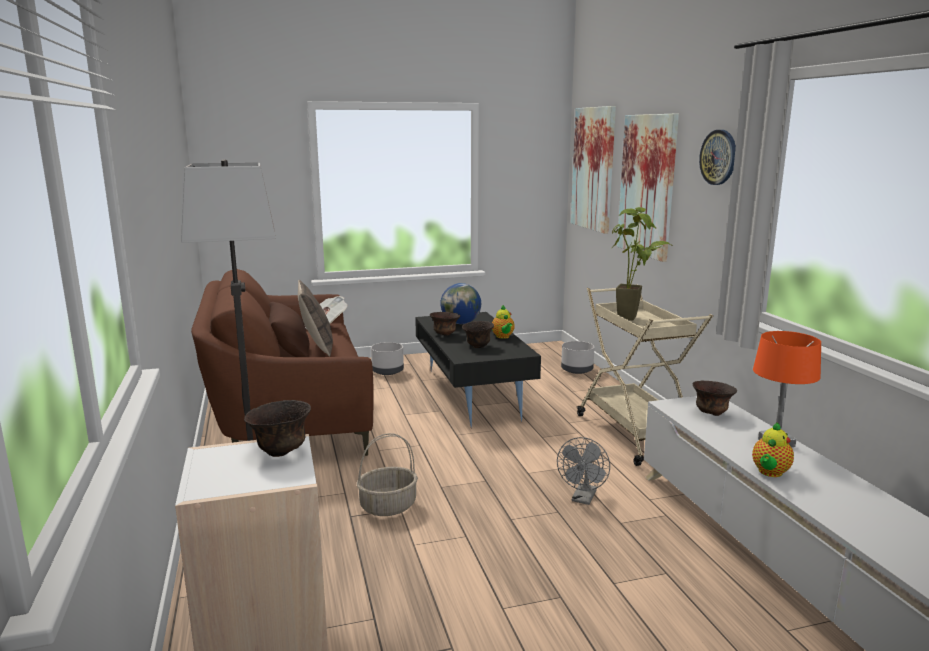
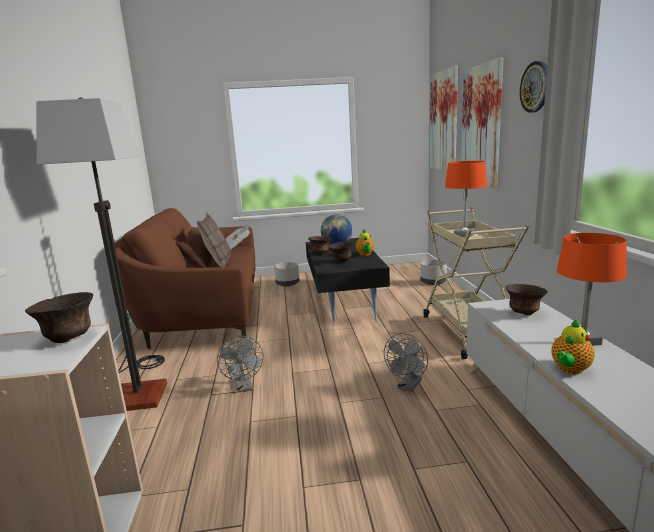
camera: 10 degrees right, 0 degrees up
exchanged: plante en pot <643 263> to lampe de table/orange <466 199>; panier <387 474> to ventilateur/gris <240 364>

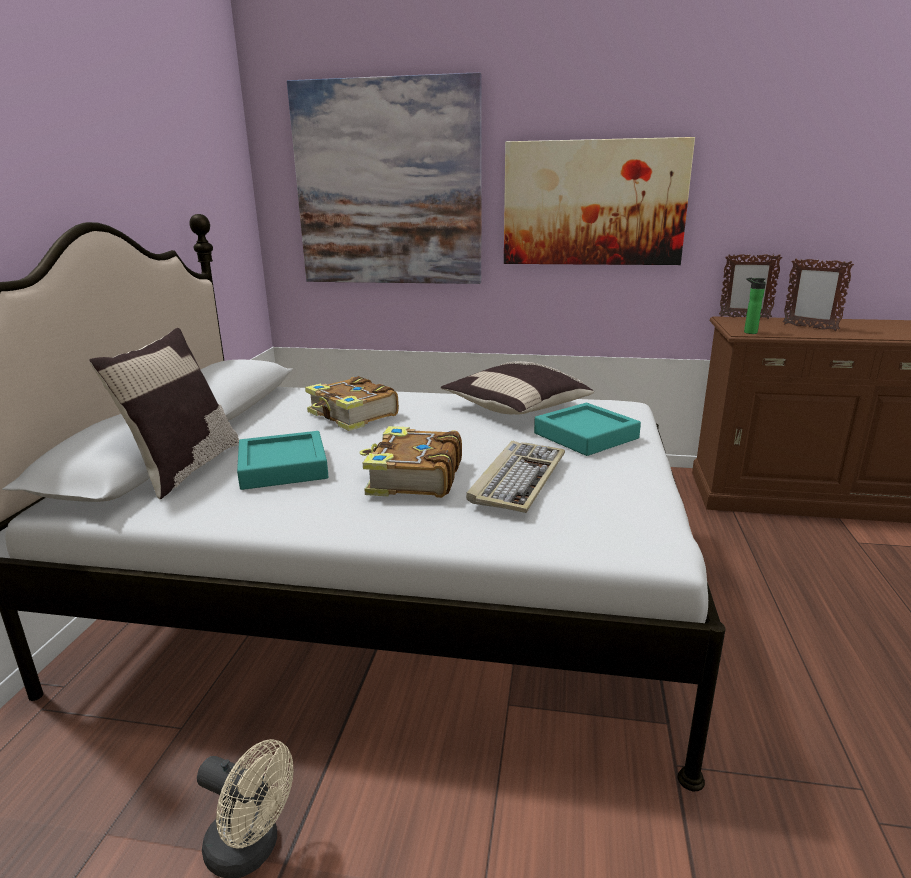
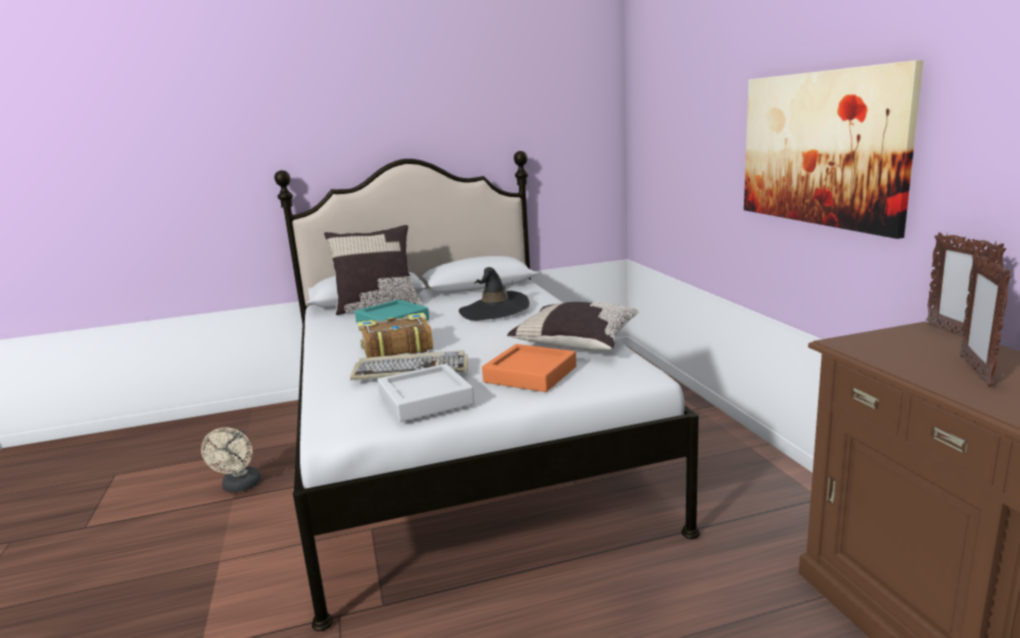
camera: 65 degrees right, 5 degrees down
missing: tableau <384 178>; bouteille <755 306>
appeared: plateau/gris <426 393>
exchanged: livre <352 403> to chapeau/noir <494 294>
colour: plateau/turquoise <587 429> to plateau/orange <529 368>

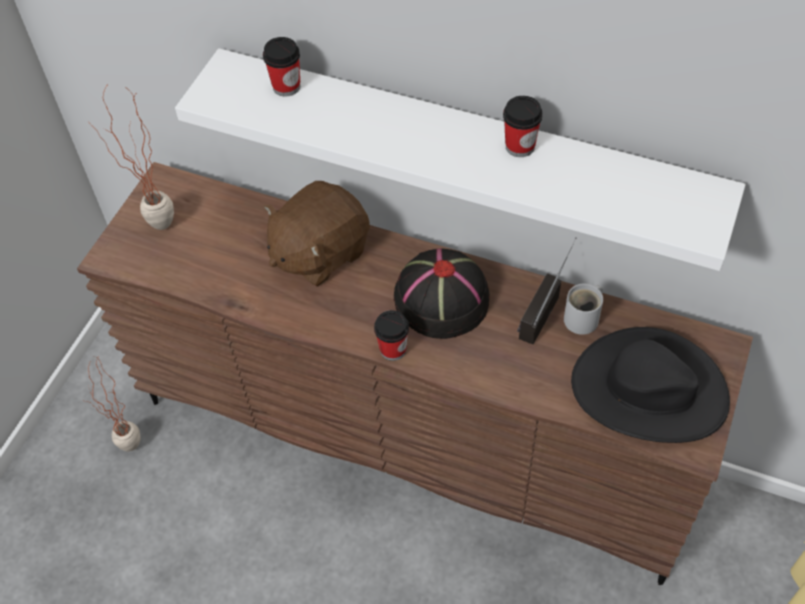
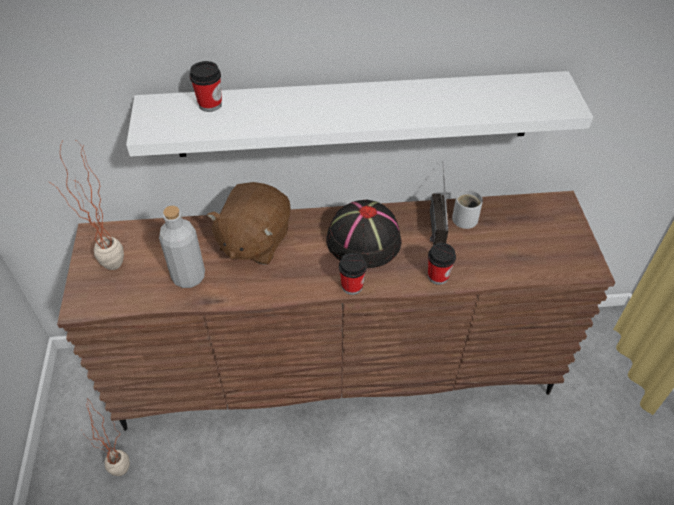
camera: 30 degrees left, 5 degrees down
missing: chapeau/noir <650 385>
appeared: bouteille/gris <182 247>
relocated: tasse <523 126> to <442 264>

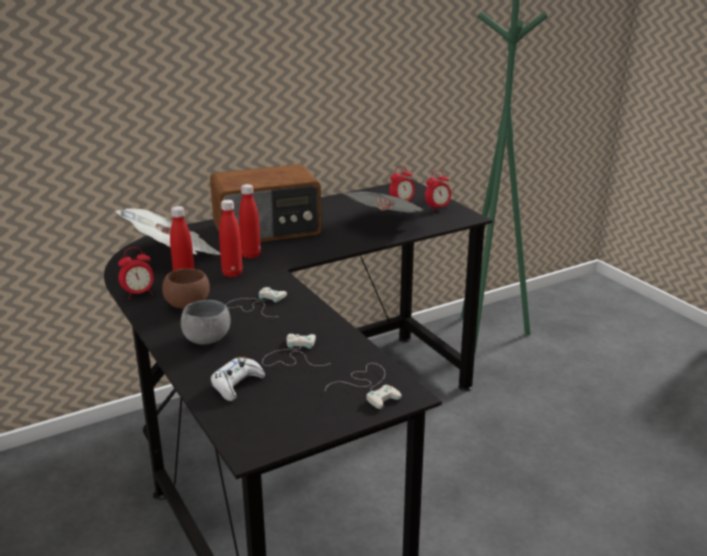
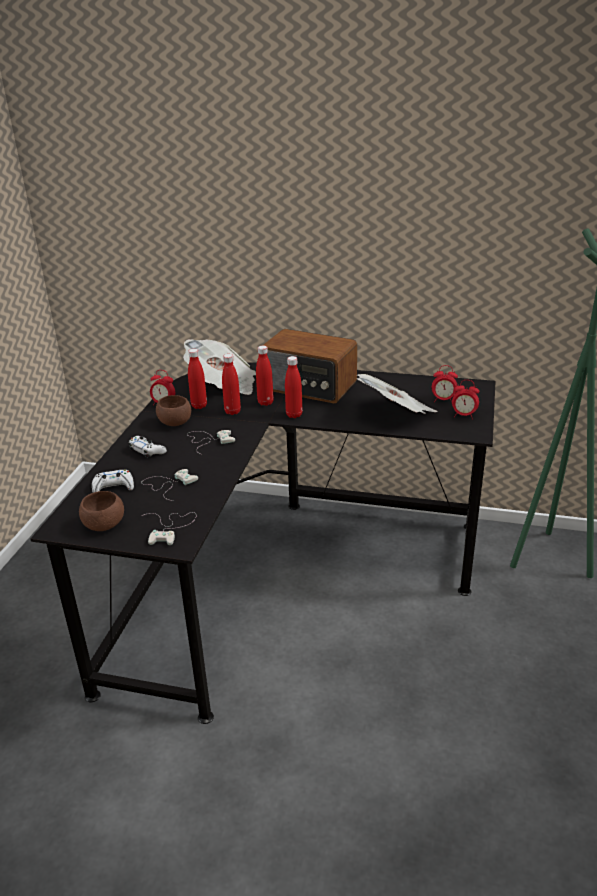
camera: 45 degrees right, 5 degrees up
appeared: bouteille/rouge <294 387>; bol/marron <101 511>
exchanged: bol/gris <206 322> to manette/blanc <148 447>

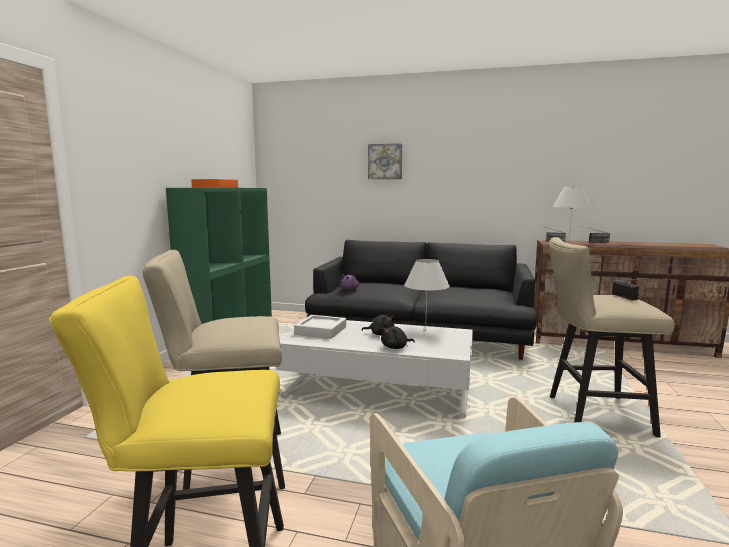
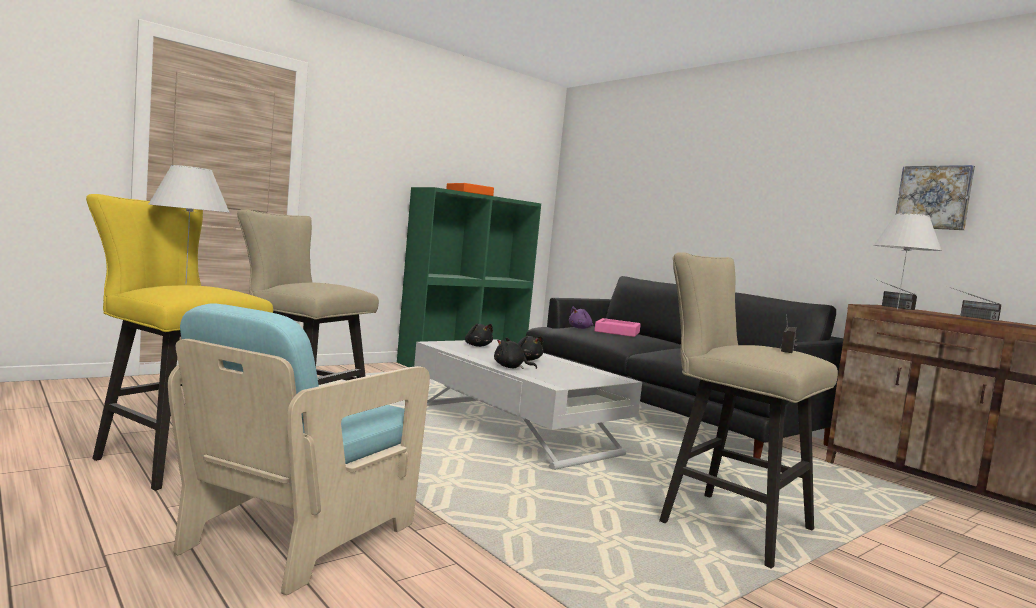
camera: 35 degrees right, 5 degrees down
appeared: plateau/rose <617 327>
relocated: tableau <385 161> to <935 197>; lampe de table/blanc <427 295> to <188 224>
exchanged: plateau/gris <320 327> to peluche/noir <479 335>

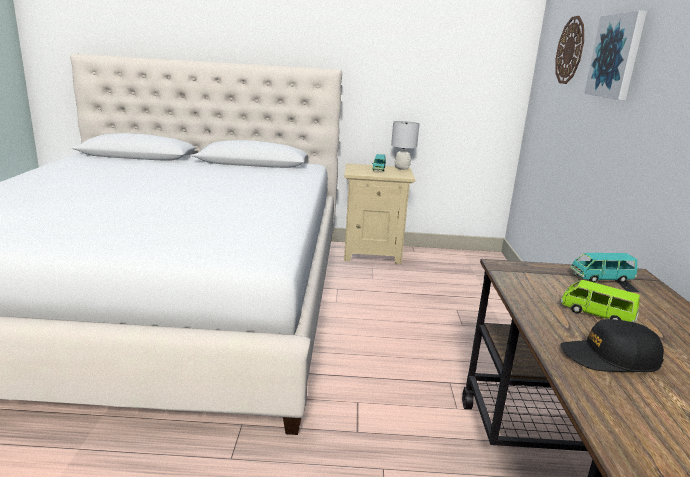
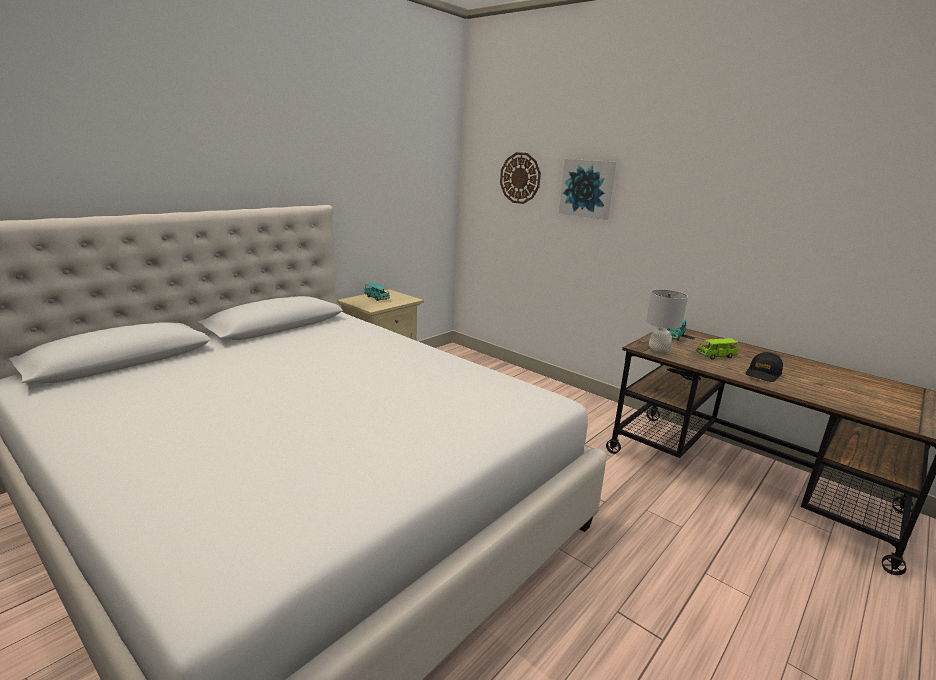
camera: 50 degrees left, 0 degrees up
relocated: lampe de table/gris <405 145> to <667 322>

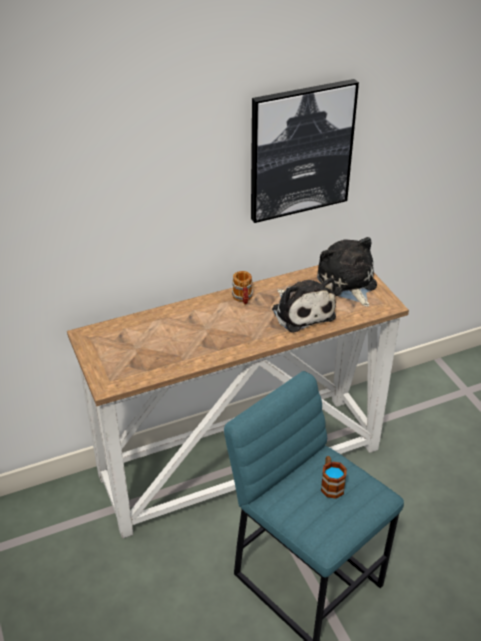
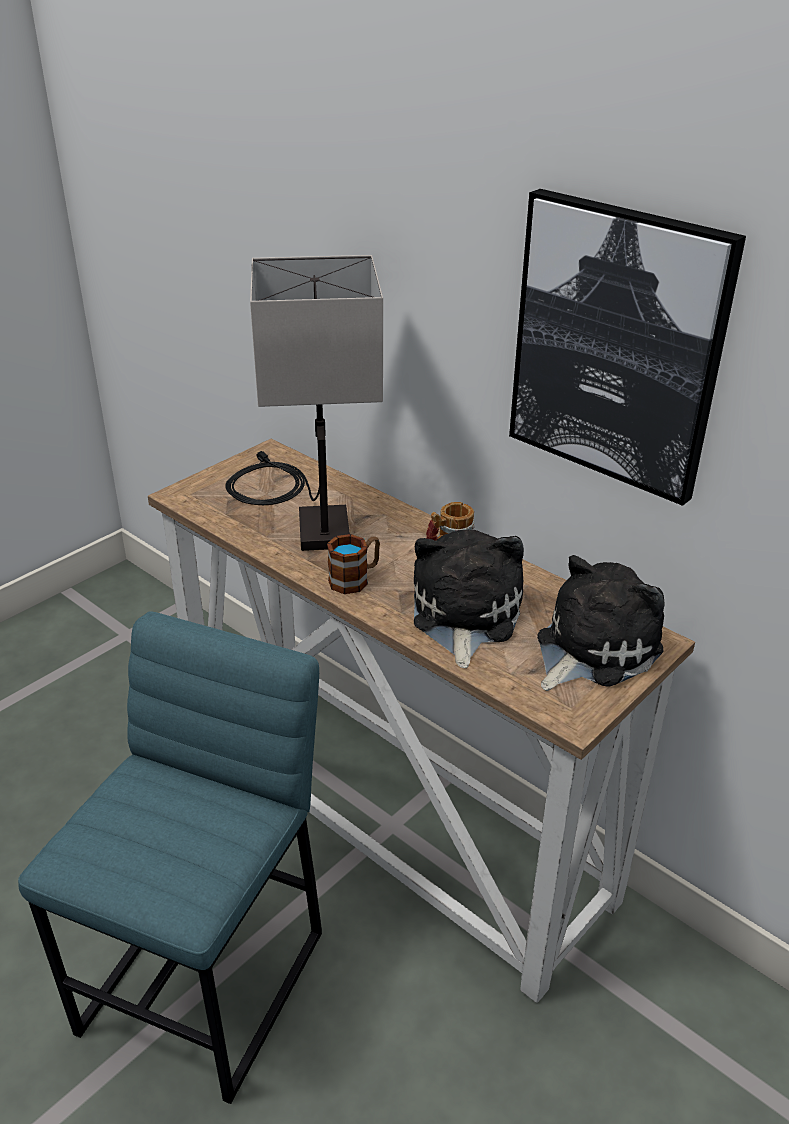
camera: 65 degrees right, 5 degrees down
appeared: lampe de table <304 403>
relocated: mug <334 477> to <353 564>
spun: peluche <304 305> = <469 599> 150 degrees clockwise

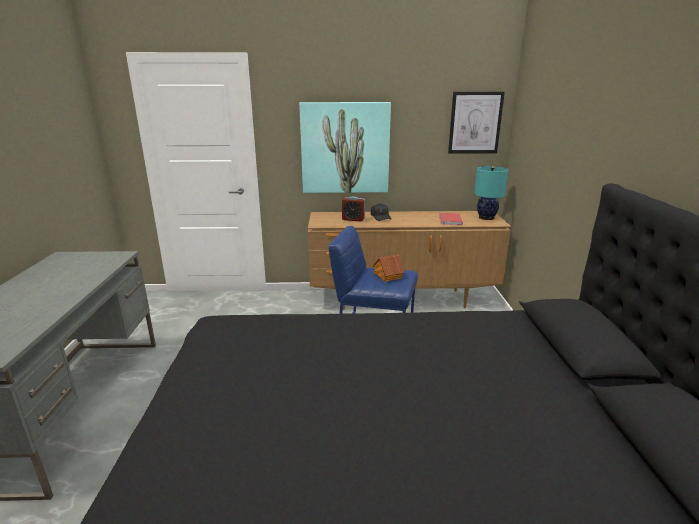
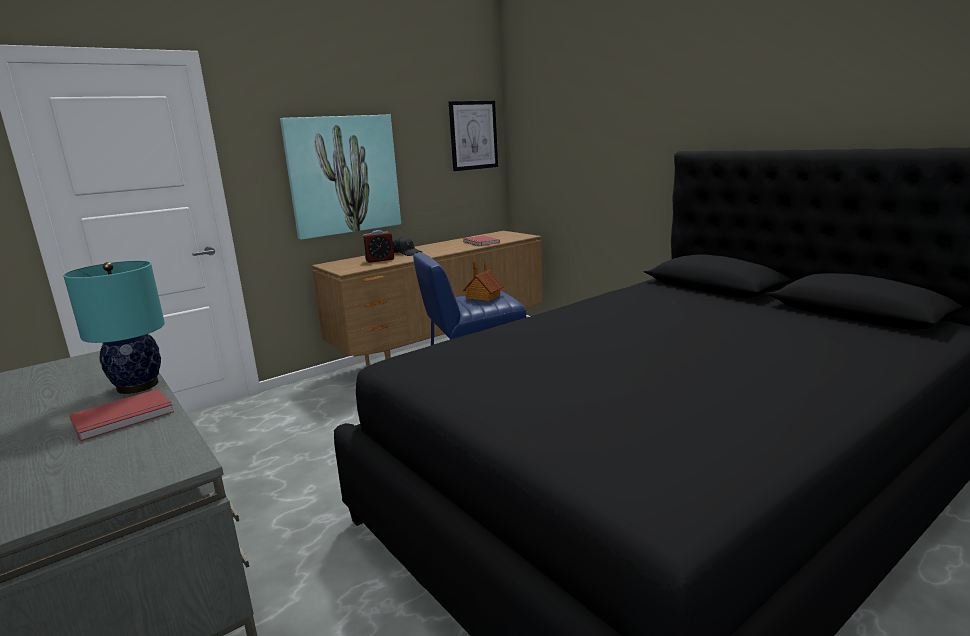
camera: 35 degrees left, 5 degrees down
appeared: livre/rouge <121 415>
relocated: lampe de table/turquoise <491 193> to <114 327>

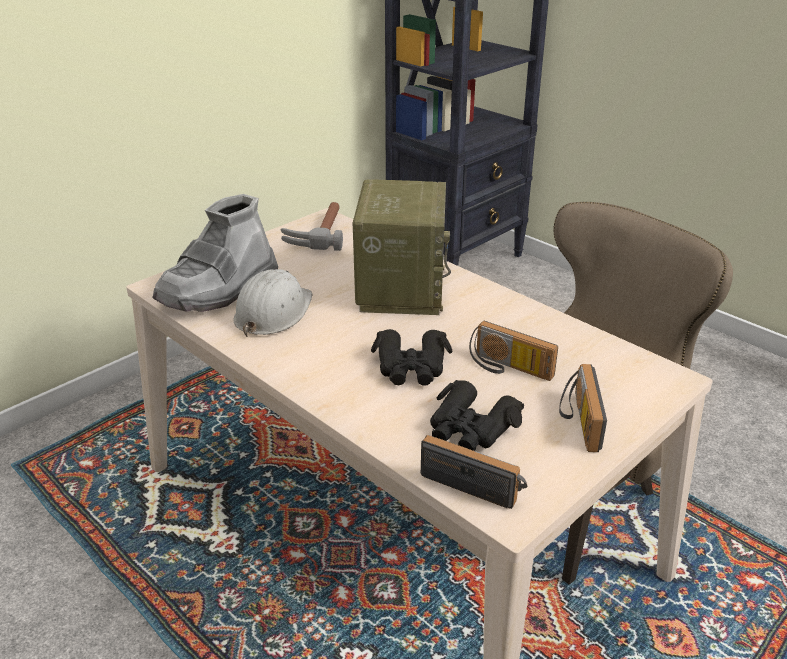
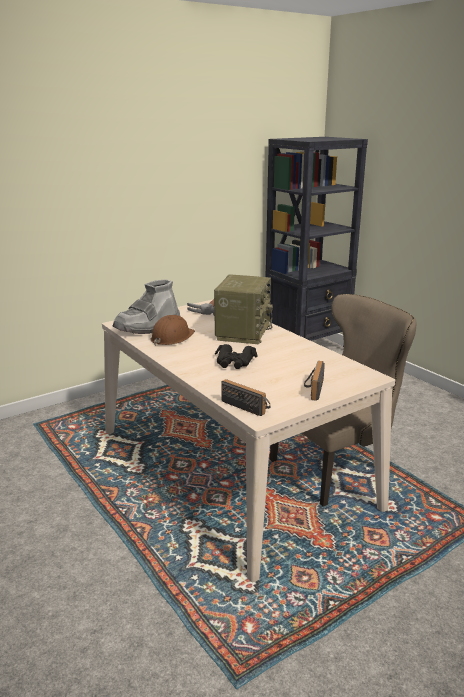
camera: 10 degrees right, 10 degrees down
missing: radio <513 351>; jumelles/noir <477 415>
colour: casque de chantier/blanc <272 303> to casque de chantier/marron <173 330>

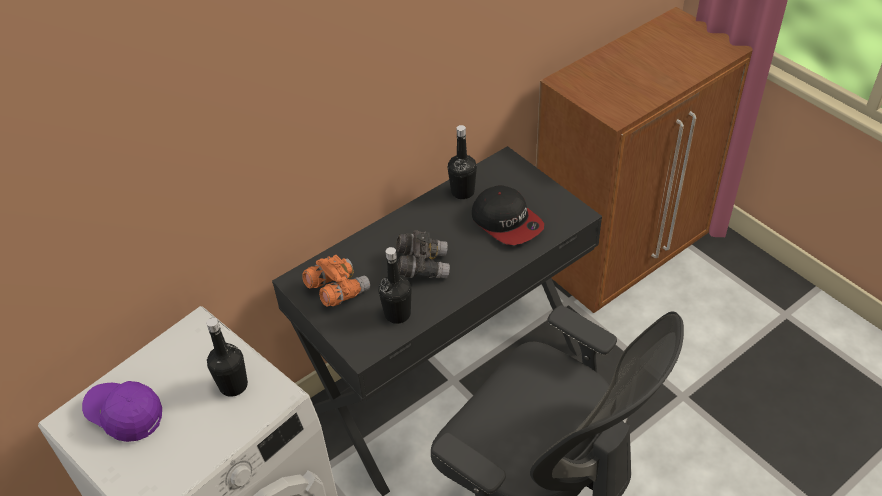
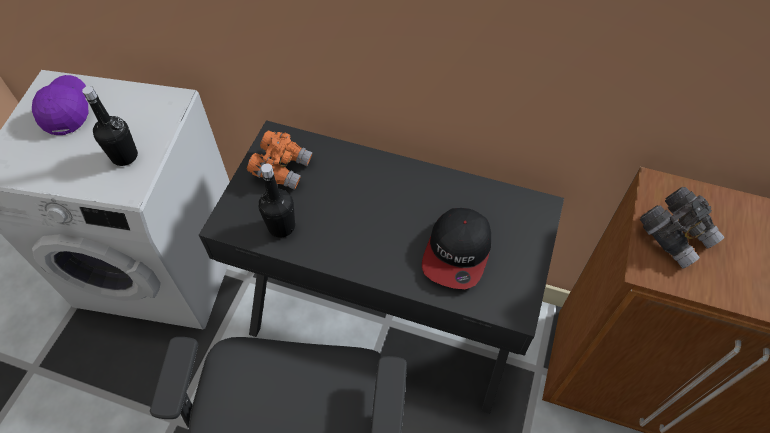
camera: 55 degrees right, 10 degrees up
missing: bouteille/noir <462 162>
relocated: jumelles/gris <423 254> to <682 227>

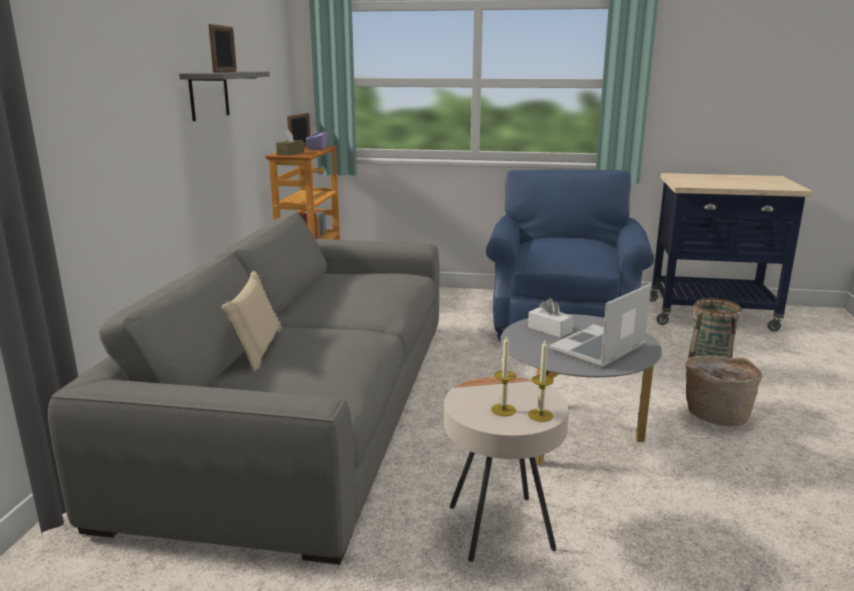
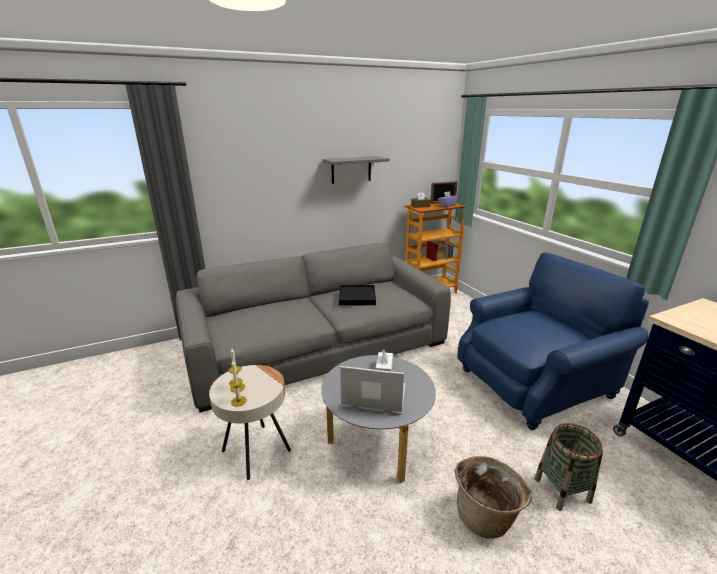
camera: 55 degrees right, 5 degrees up
missing: cadre photo <222 48>; coussin/beige <252 321>
appeared: plateau/noir <357 295>

